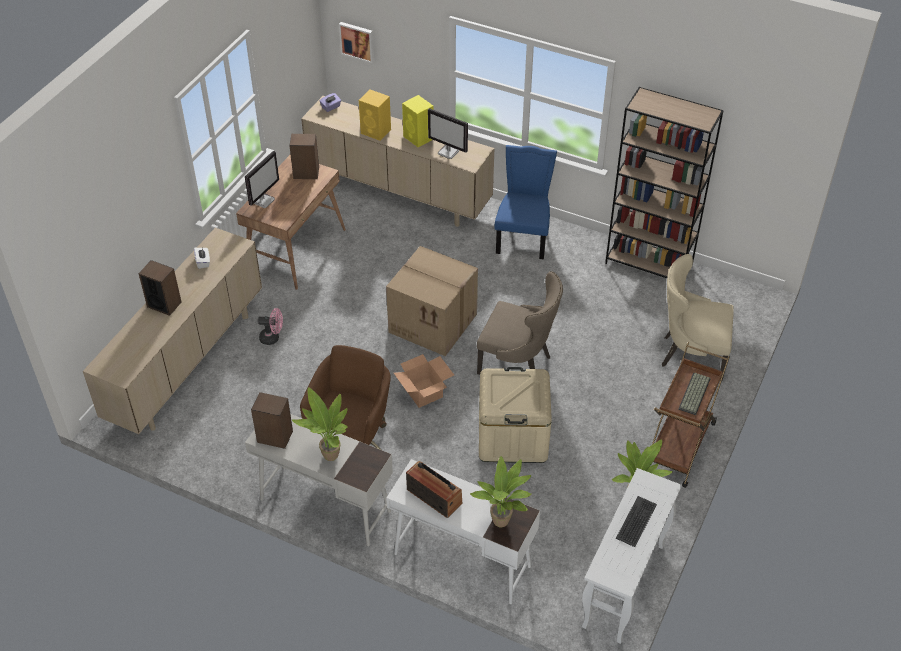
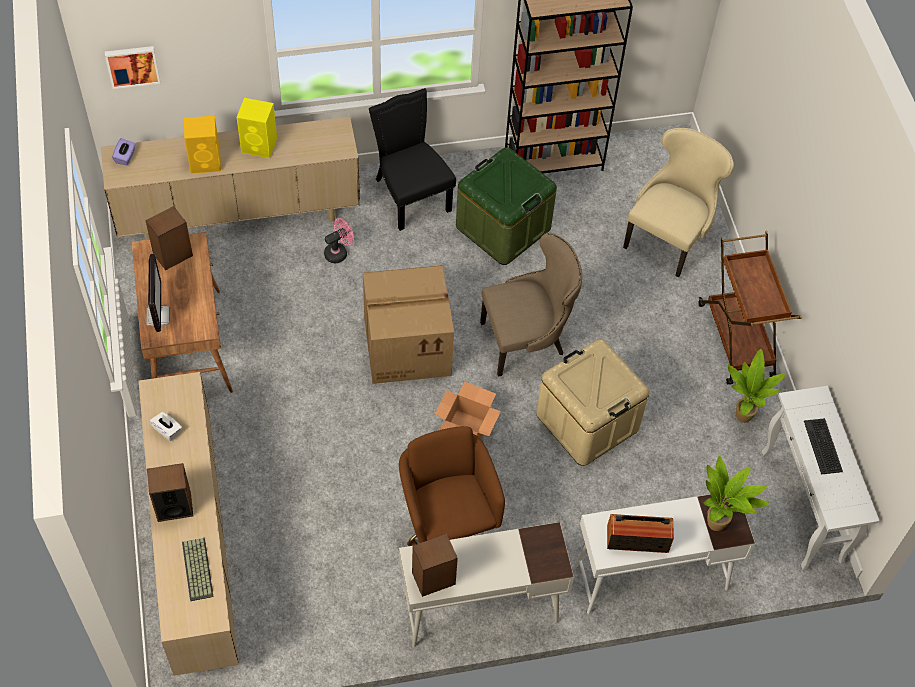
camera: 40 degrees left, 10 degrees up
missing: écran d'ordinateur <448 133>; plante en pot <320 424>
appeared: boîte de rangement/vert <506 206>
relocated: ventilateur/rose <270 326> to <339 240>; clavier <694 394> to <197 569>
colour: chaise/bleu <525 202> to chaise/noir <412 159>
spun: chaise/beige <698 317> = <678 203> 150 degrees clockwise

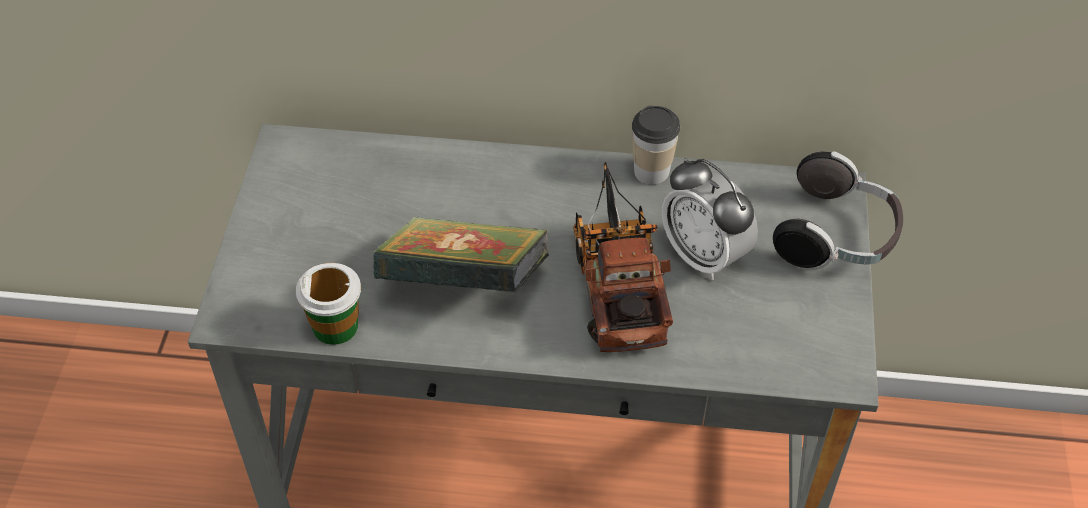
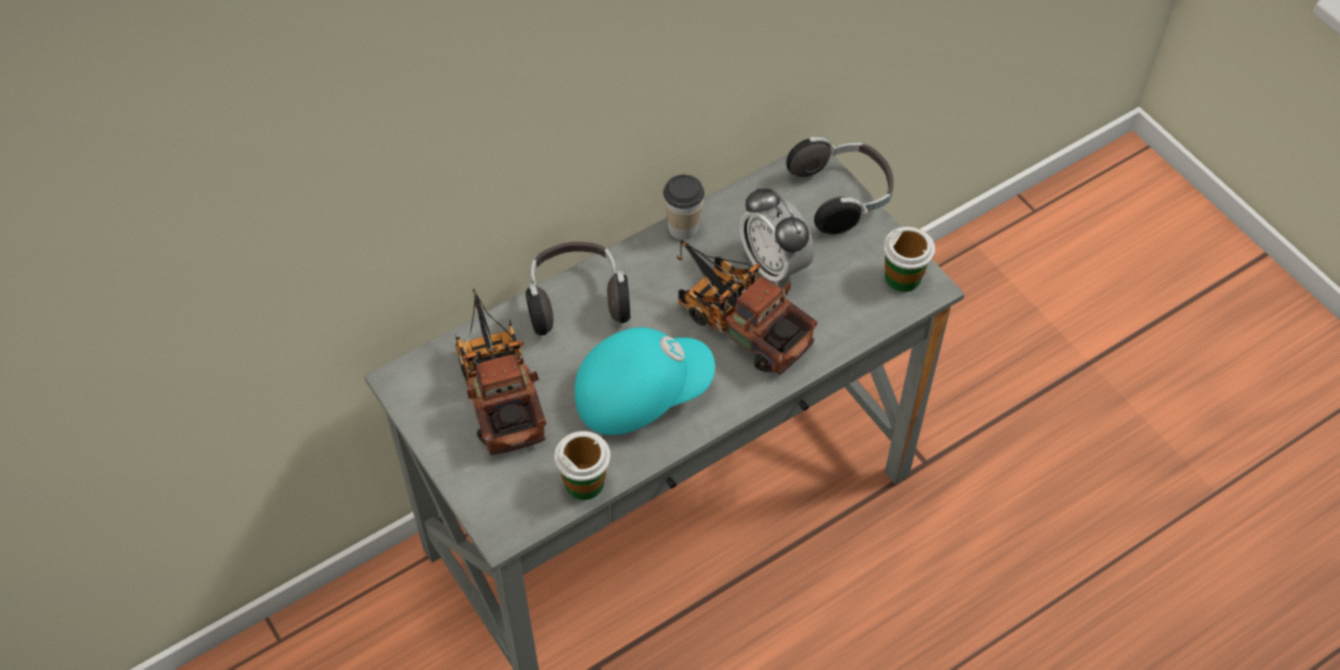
camera: 40 degrees left, 5 degrees up
appeared: tasse <909 259>; casque audio <578 289>; camion jouet <500 371>
exchanged: livre <461 255> to casquette/turquoise <645 381>
spun: réveil <710 219> = <777 236> 45 degrees clockwise

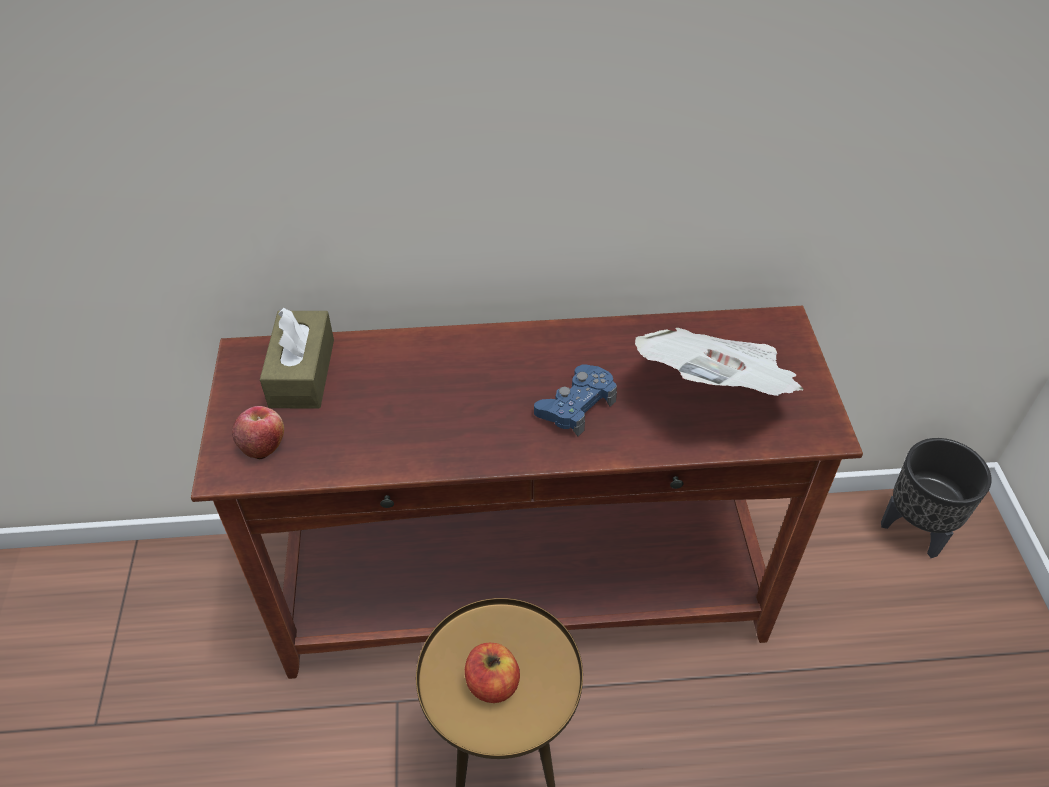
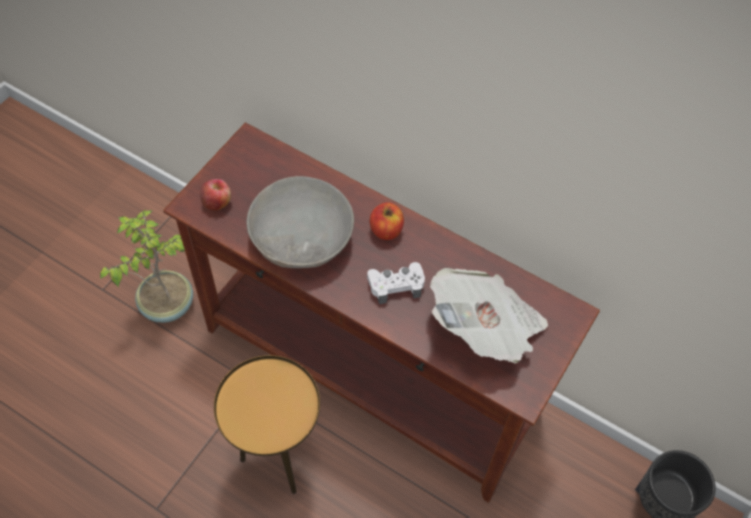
camera: 35 degrees right, 10 degrees up
missing: boîte à mouchoirs/marron <297 358>
appeared: bol/gris <300 222>; plante en pot <146 266>
relocated: pomme <492 673> to <387 221>
colour: manette/bleu <575 401> to manette/blanc <396 283>

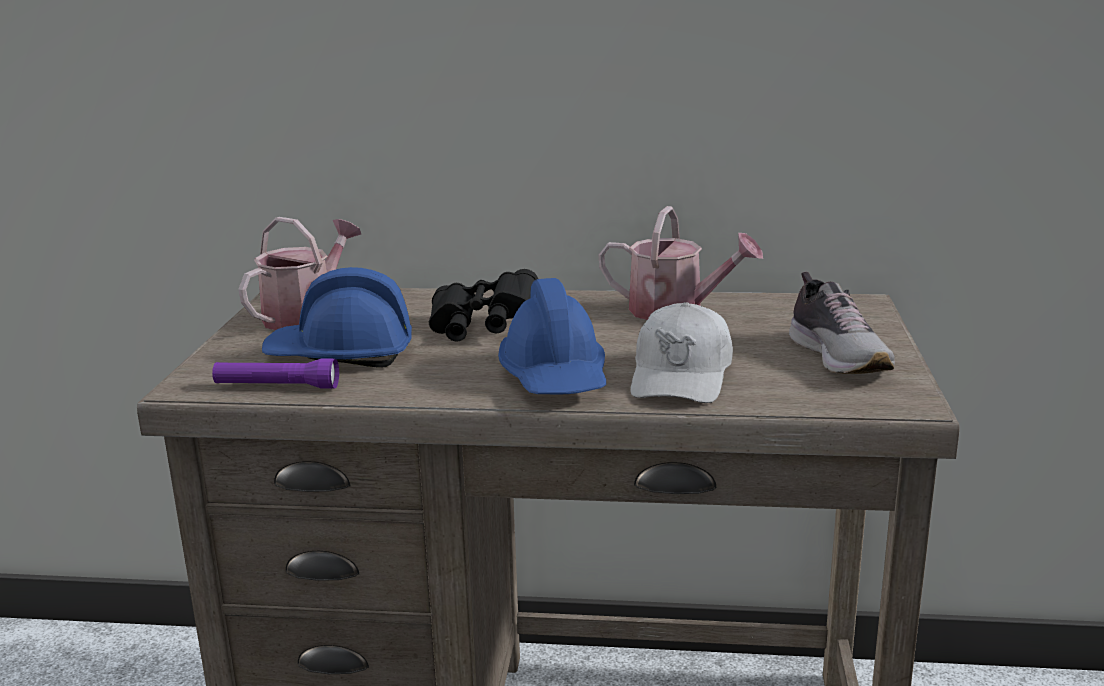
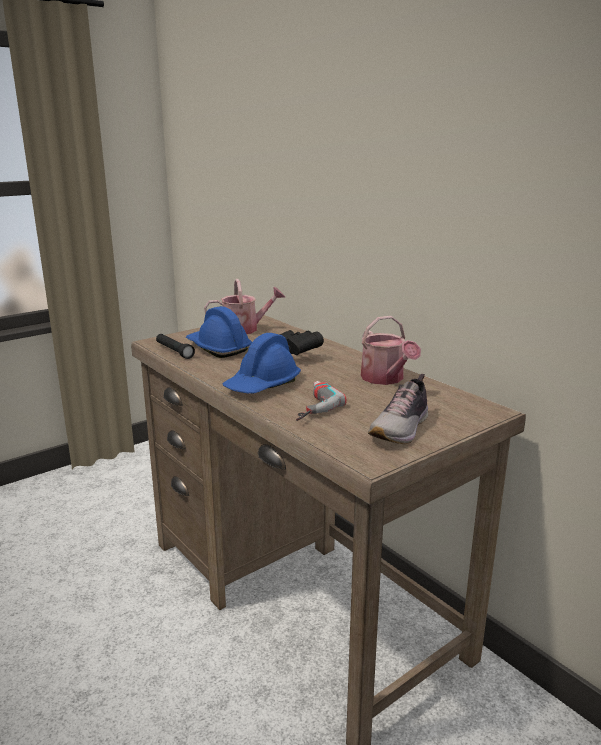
camera: 45 degrees right, 0 degrees up
exchanged: casquette/blanc <681 352> to perceuse <321 401>
colour: lampe de poche/violet <275 373> to lampe de poche/noir <175 346>

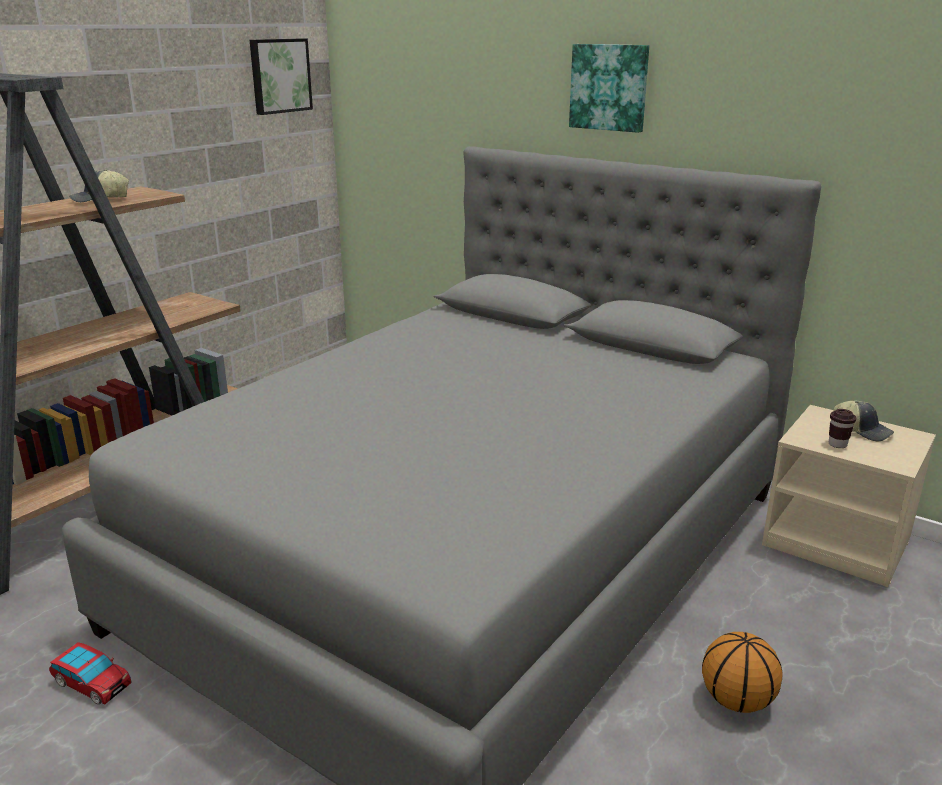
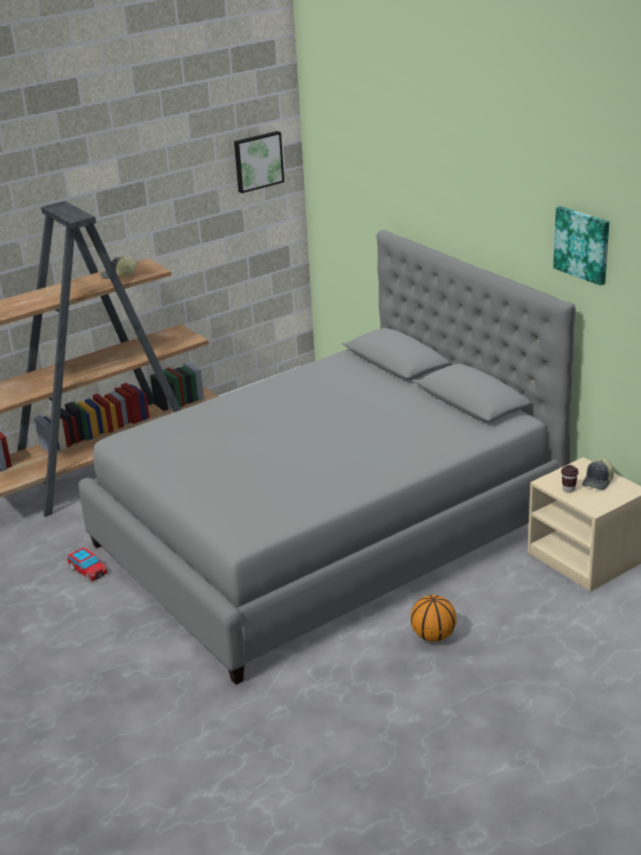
camera: 20 degrees right, 5 degrees up
relocated: tableau <609 88> to <581 246>
spun: casquette <864 420> = <598 474> 60 degrees clockwise

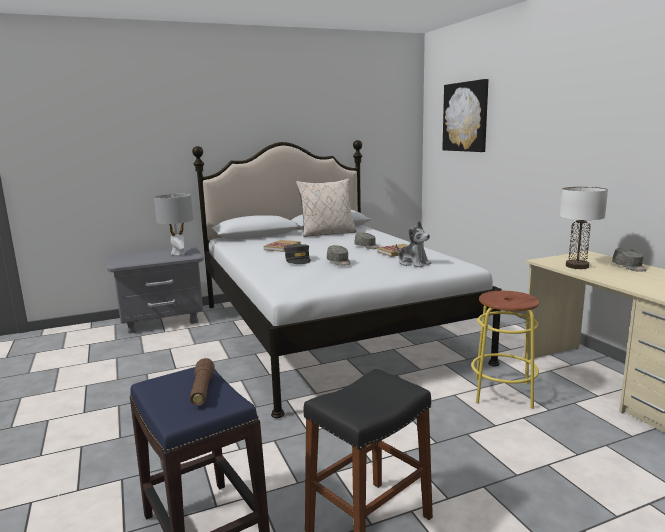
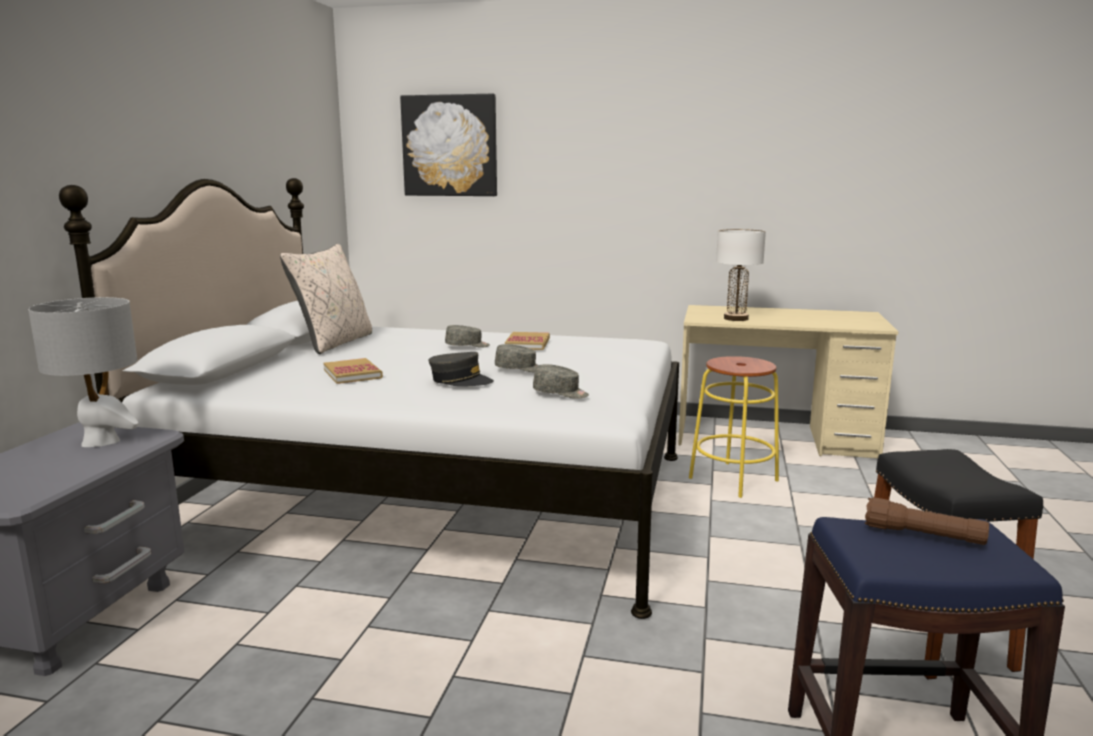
camera: 55 degrees left, 0 degrees up
missing: peluche <413 244>
relocated: casquette/gris <629 260> to <561 381>

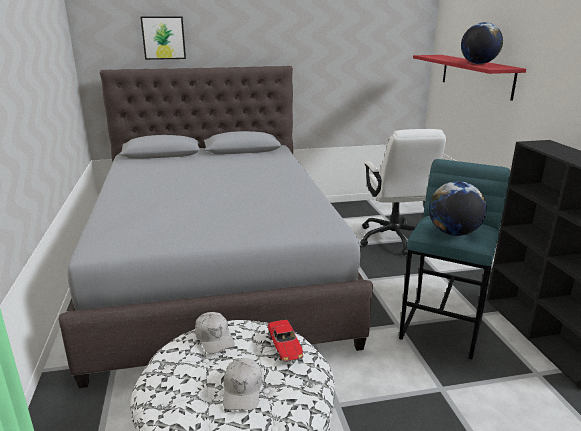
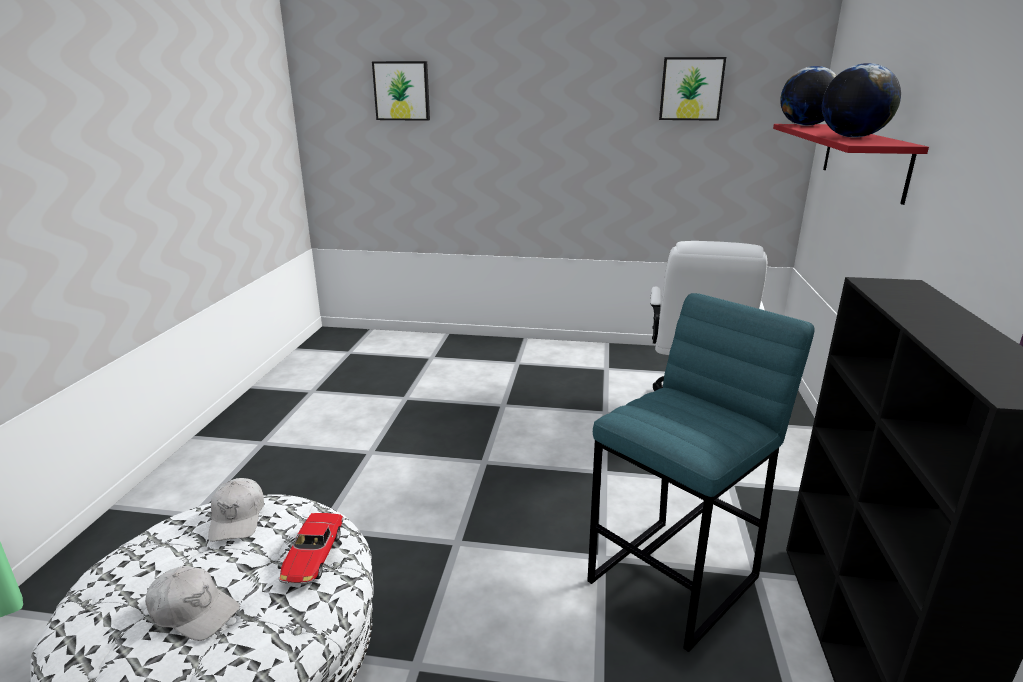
camera: 20 degrees right, 0 degrees up
missing: lit/gris <216 227>
appeared: tableau <692 89>
relocated: globe <458 208> to <808 96>
spun: casquette/blanc <243 384> = <192 603> 90 degrees counterclockwise

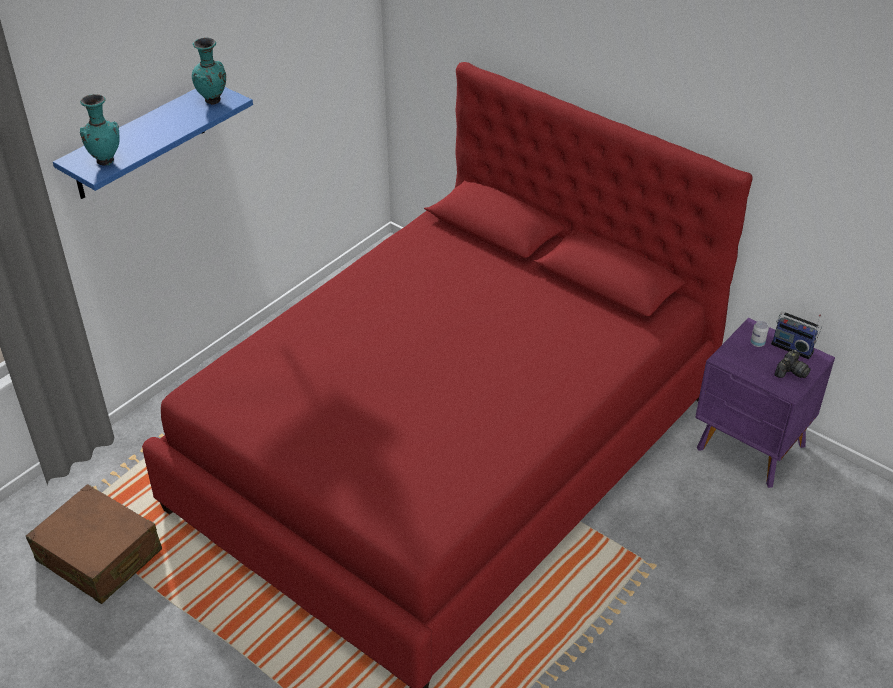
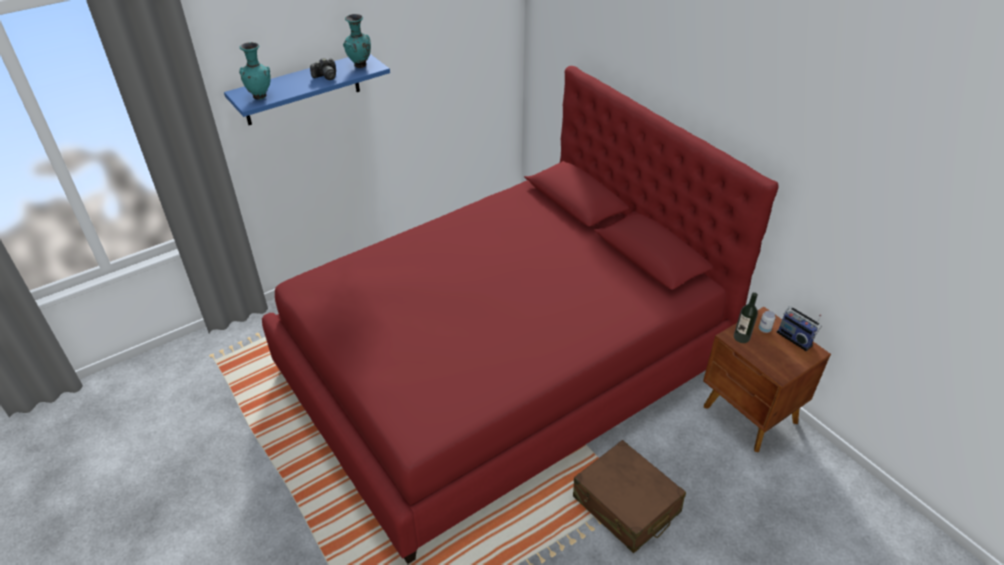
camera: 15 degrees right, 0 degrees up
appeared: bouteille <746 317>
relocated: appareil photo <792 363> to <323 69>; valise/marron <94 544> to <629 496>
colour: table de chevet/violet <765 403> to table de chevet/marron <767 379>

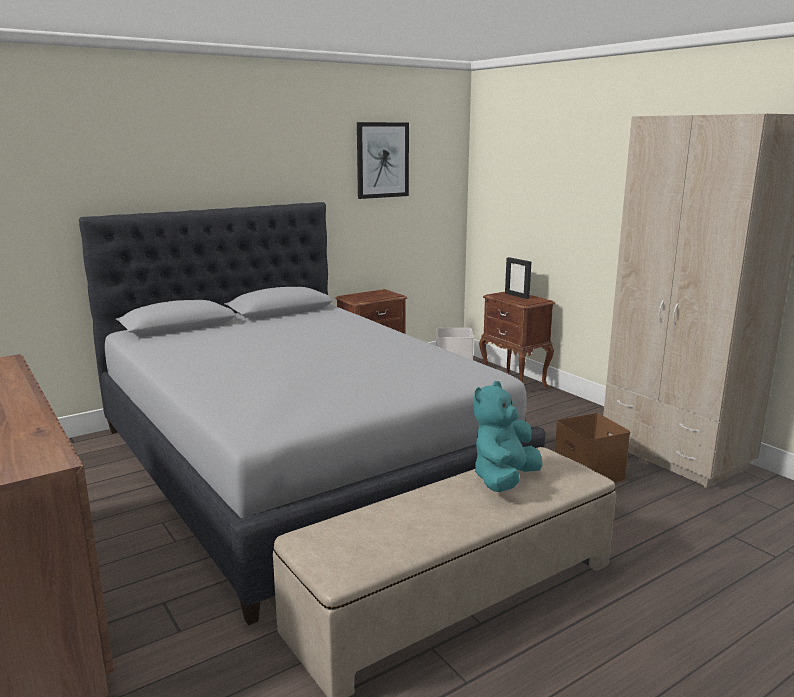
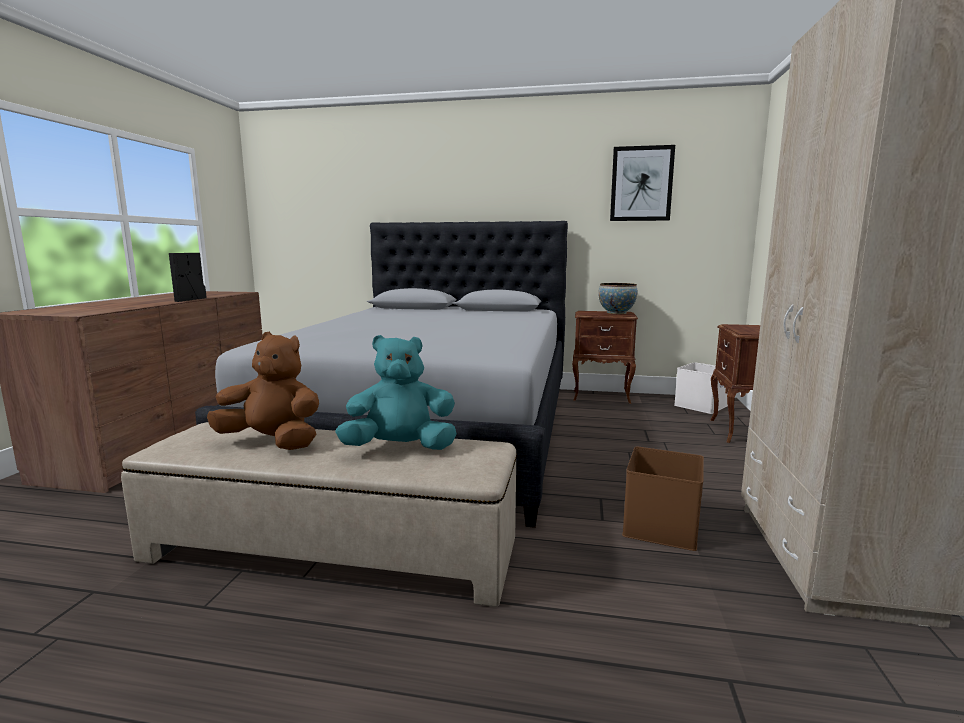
camera: 45 degrees right, 5 degrees down
appeared: bol <617 298>; peluche/marron <263 391>
relocated: cadre photo <518 278> to <188 277>

